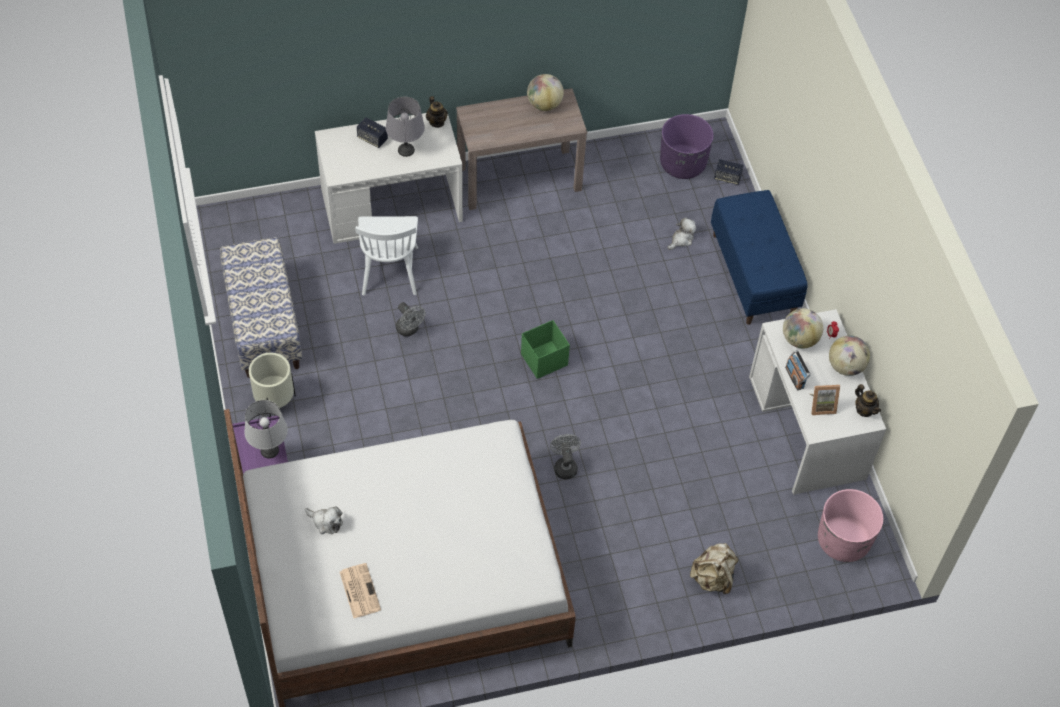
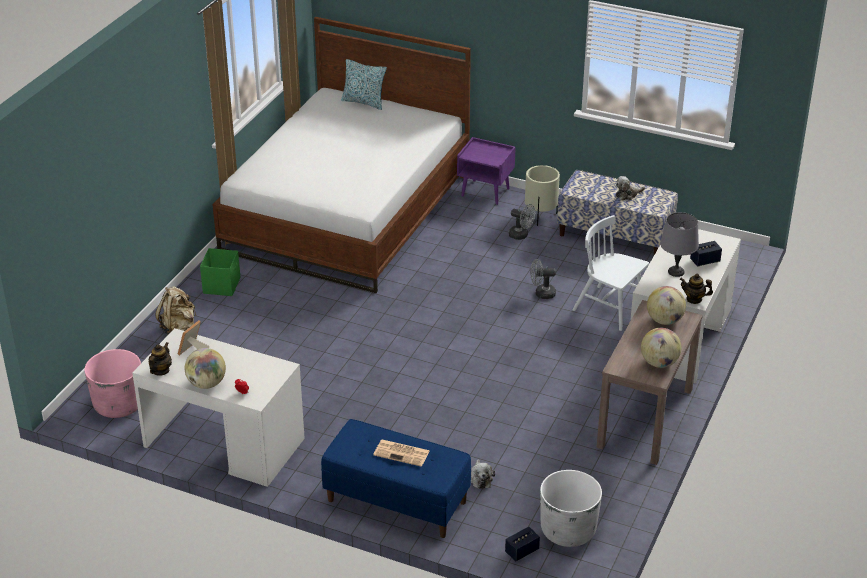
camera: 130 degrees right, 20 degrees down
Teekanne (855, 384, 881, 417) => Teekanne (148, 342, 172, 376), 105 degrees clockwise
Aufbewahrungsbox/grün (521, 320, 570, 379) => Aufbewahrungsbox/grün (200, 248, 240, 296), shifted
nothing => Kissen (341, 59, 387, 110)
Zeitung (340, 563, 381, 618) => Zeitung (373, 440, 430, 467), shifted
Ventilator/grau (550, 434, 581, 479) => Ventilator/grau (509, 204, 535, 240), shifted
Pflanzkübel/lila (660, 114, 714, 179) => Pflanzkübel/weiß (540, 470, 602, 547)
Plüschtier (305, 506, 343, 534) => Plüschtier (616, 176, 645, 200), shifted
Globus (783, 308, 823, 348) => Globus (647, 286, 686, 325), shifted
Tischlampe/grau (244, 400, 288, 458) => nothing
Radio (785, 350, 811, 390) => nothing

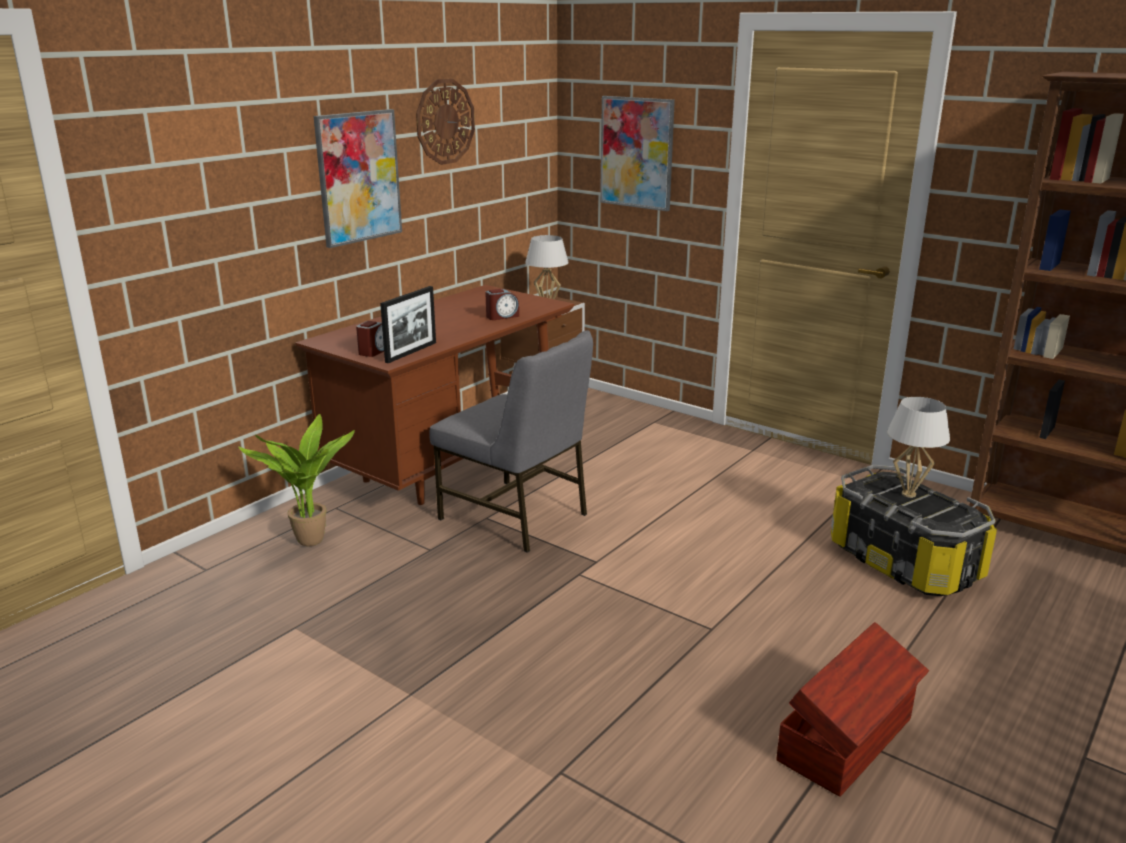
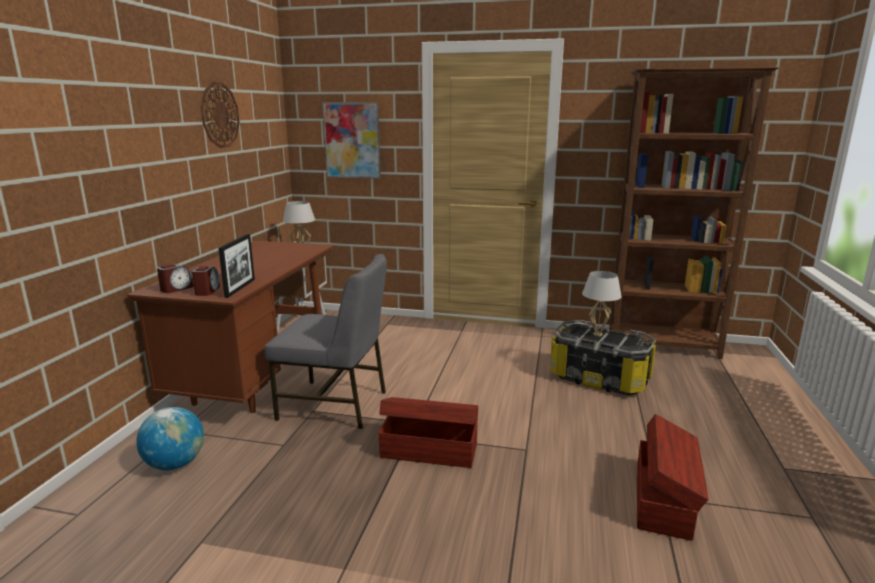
camera: 25 degrees left, 5 degrees down
Topfpflanze (238, 414, 355, 546) => Globus (136, 407, 204, 470)
Wecker (485, 289, 519, 320) => Wecker (157, 264, 194, 293), shifted
nothing => Aufbewahrungsbox/braun (379, 397, 478, 468)
Bild (313, 109, 402, 248) => nothing

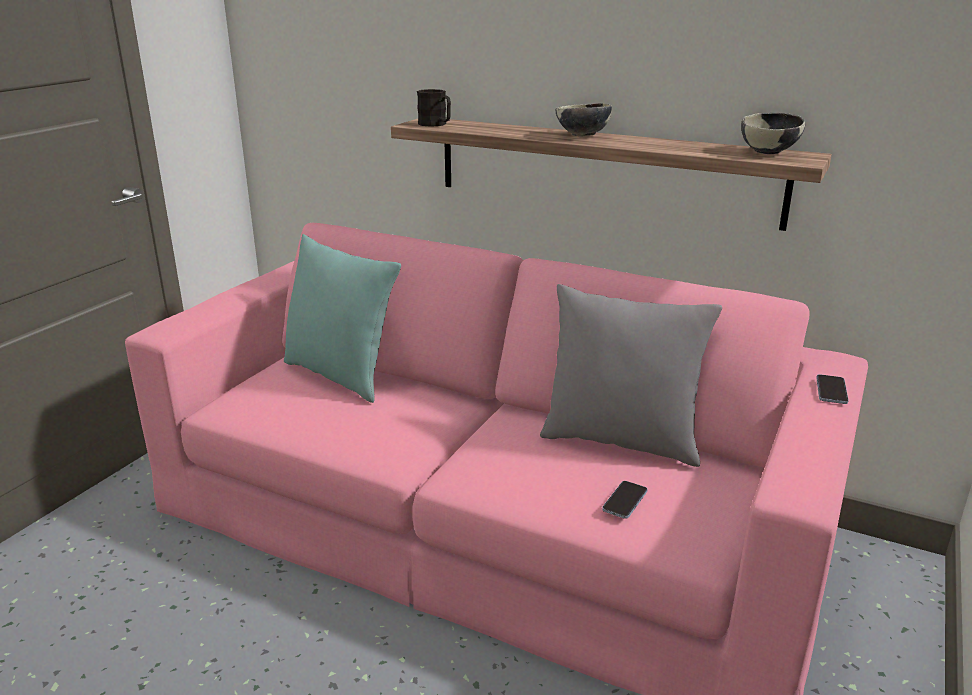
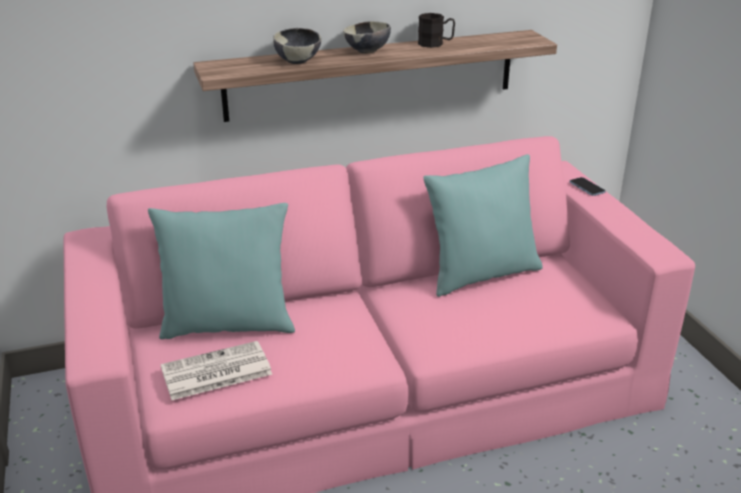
camera: 45 degrees left, 5 degrees up
nothing => Zeitung (161, 341, 272, 400)
Schüssel (741, 113, 805, 154) => Schüssel (273, 28, 321, 64), shifted
Henkelbecher/schwarz (417, 89, 451, 127) => Henkelbecher/schwarz (418, 13, 455, 48), shifted
Kissen/grau (540, 284, 722, 467) => Kissen/türkis (423, 154, 543, 297)
Handy (602, 481, 647, 519) => nothing

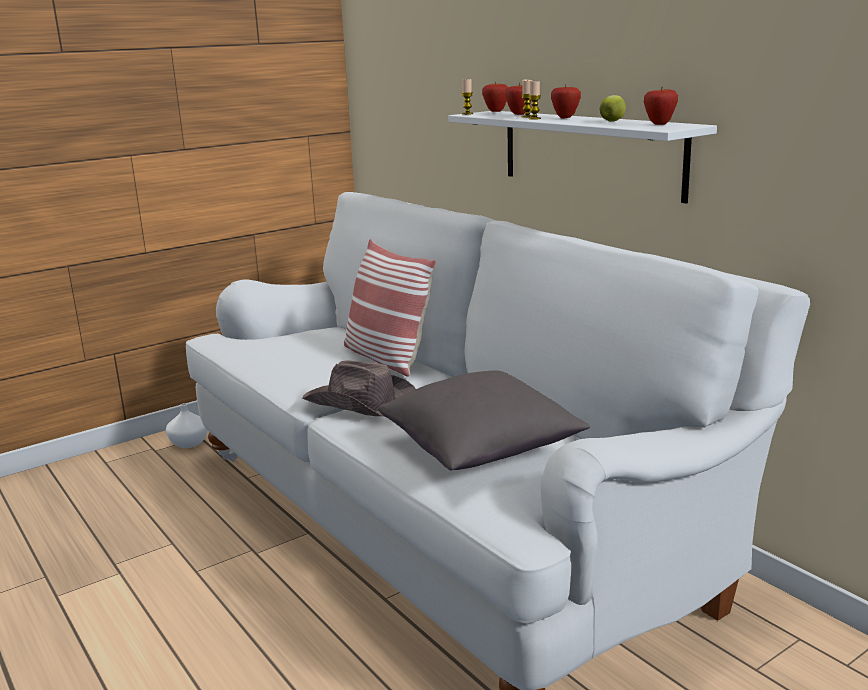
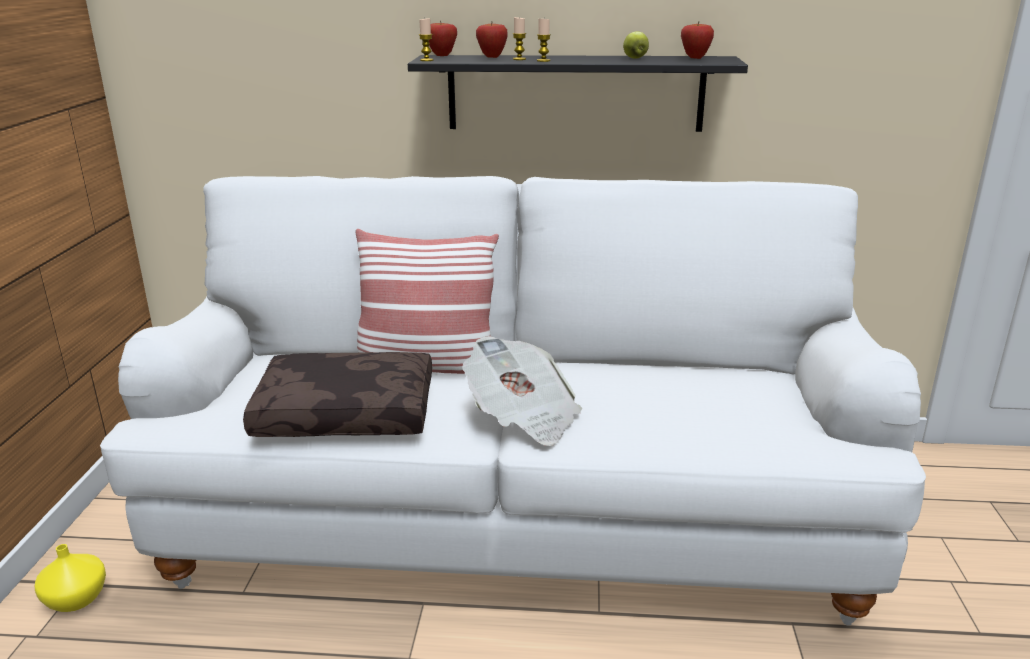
camera: 50 degrees left, 5 degrees up
Vase/weiß (166, 403, 208, 448) => Vase/gelb (35, 544, 106, 612)
nothing => Kissen/braun (243, 352, 432, 437)
Wandregal/weiß (448, 111, 717, 203) => Wandregal/schwarz (408, 55, 748, 132)
Hut/braun (302, 360, 416, 417) => Zeitung (462, 336, 582, 446)
Kissen/grau (379, 370, 590, 471) => nothing
Apfel (551, 84, 581, 119) => nothing

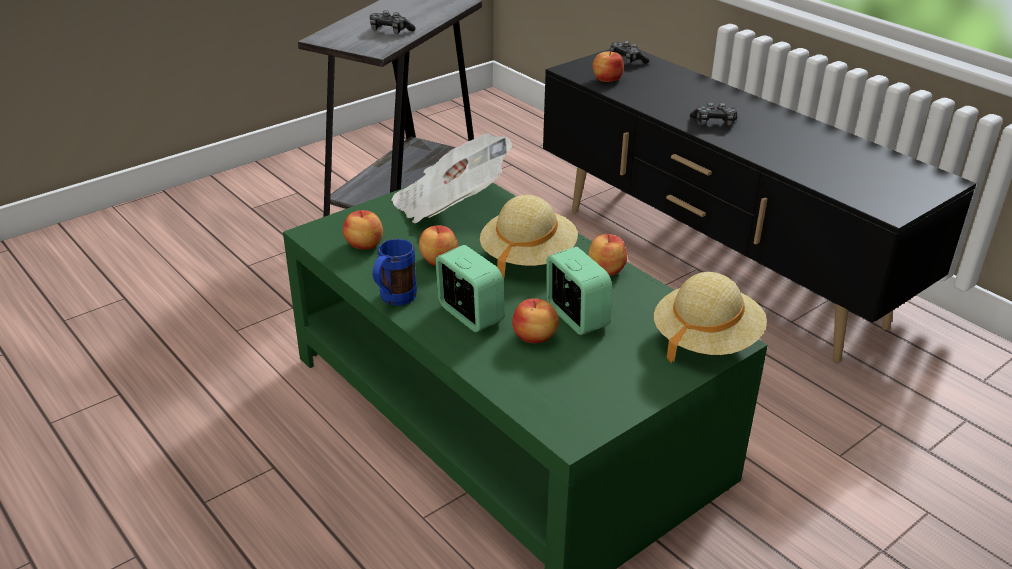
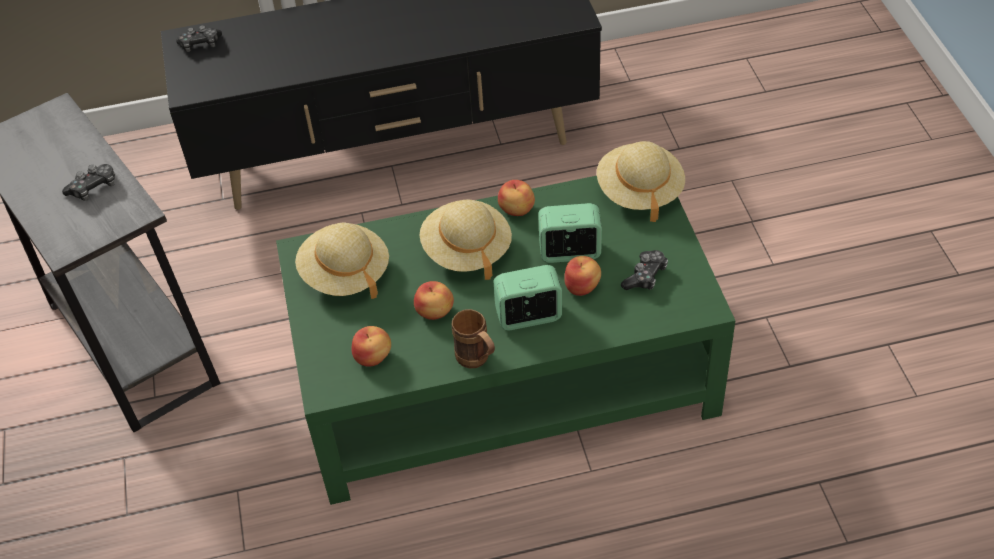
camera: 60 degrees left, 15 degrees up
Zeitung (391, 133, 513, 223) => Hut/beige (295, 222, 389, 299)
Henkelbecher/blau (372, 239, 417, 305) => Henkelbecher/braun (452, 309, 495, 369)
Gamepad (690, 102, 737, 126) => Gamepad (621, 250, 668, 290), shifted
Apfel (592, 50, 624, 82) => nothing

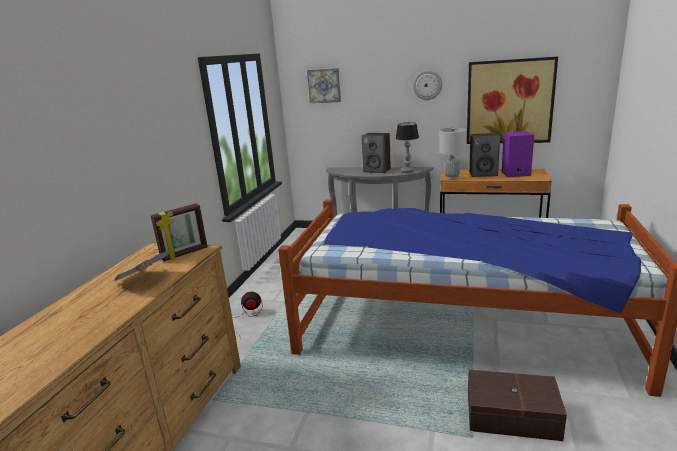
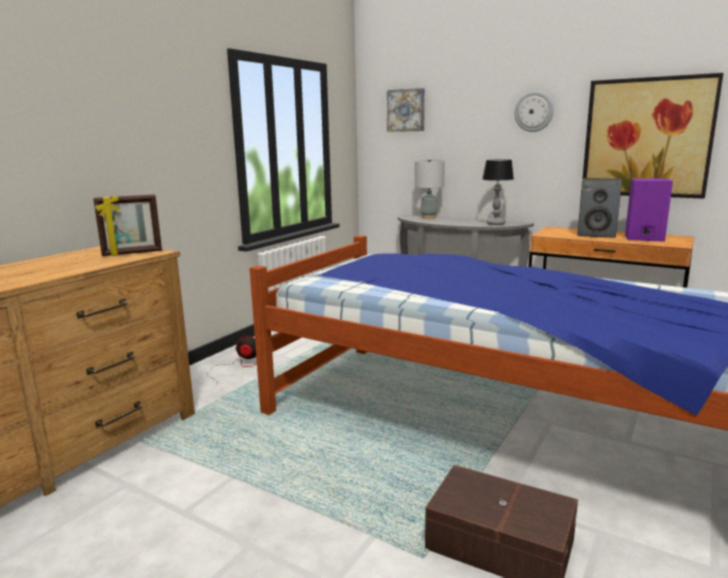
camera: 15 degrees right, 5 degrees down
Tischlampe/grau (439, 128, 467, 180) => Tischlampe/grau (415, 159, 445, 219), shifted
Zeitung (114, 251, 169, 281) => nothing
Lautsprecher (361, 133, 391, 173) => nothing

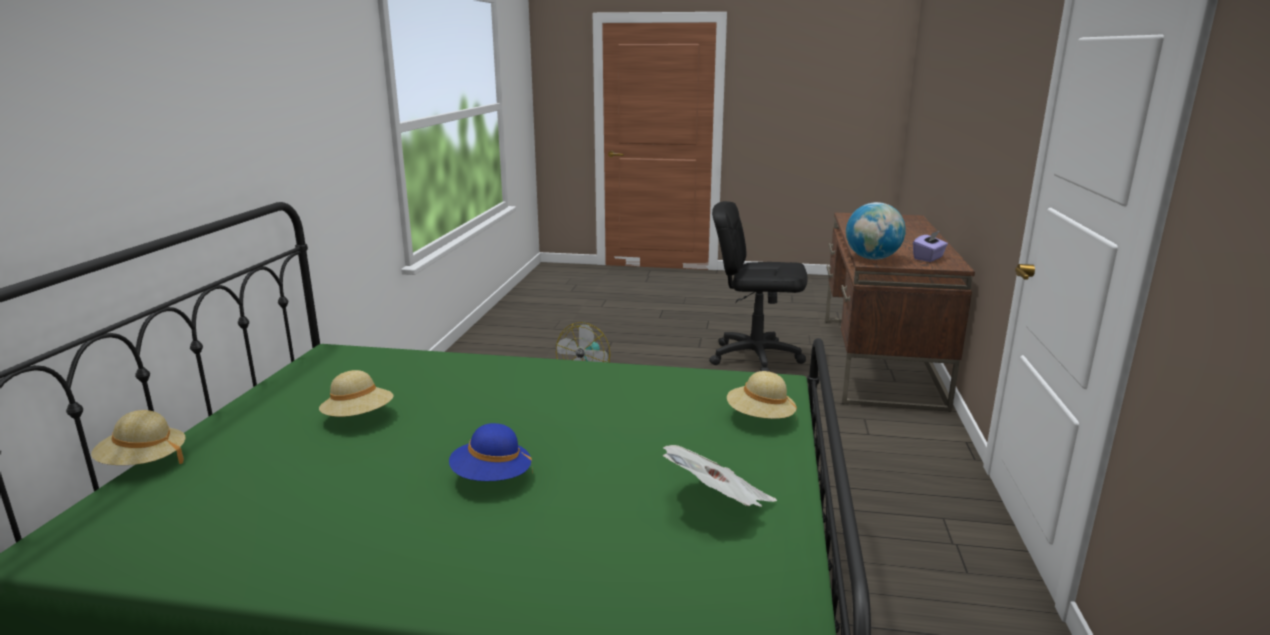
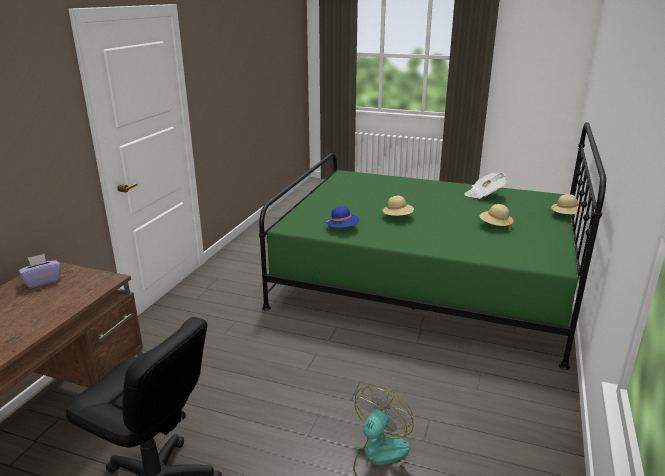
camera: 170 degrees left, 5 degrees up
Hut/blau (449, 423, 533, 481) => Hut/blau (326, 206, 359, 228), shifted
Hut/beige (727, 371, 797, 419) => Hut/beige (382, 196, 414, 216), shifted
Zeitung (663, 445, 777, 507) => Zeitung (464, 172, 506, 199), shifted
Globus (846, 202, 906, 260) => nothing

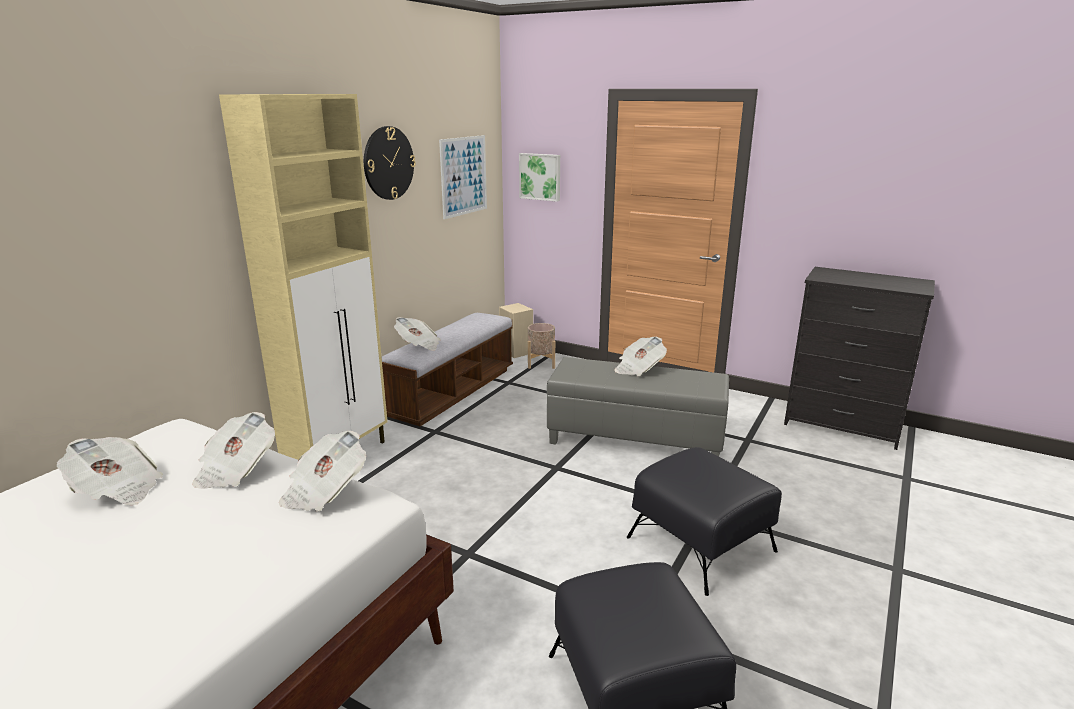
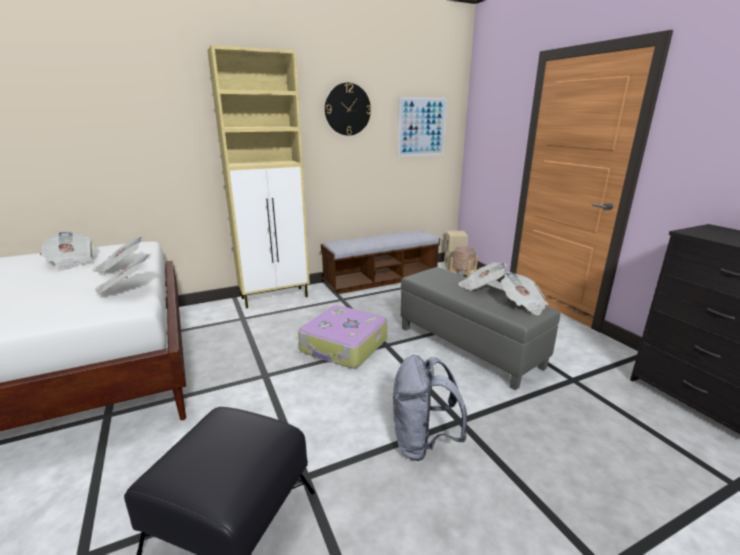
camera: 35 degrees right, 0 degrees up
nothing => Koffer (298, 305, 387, 368)
Polsterhocker/schwarz (627, 447, 782, 596) => Rucksack/grau (393, 355, 467, 461)
Zeitung (394, 317, 441, 351) => Zeitung (501, 272, 548, 315), shifted
Bild (519, 153, 560, 202) => nothing

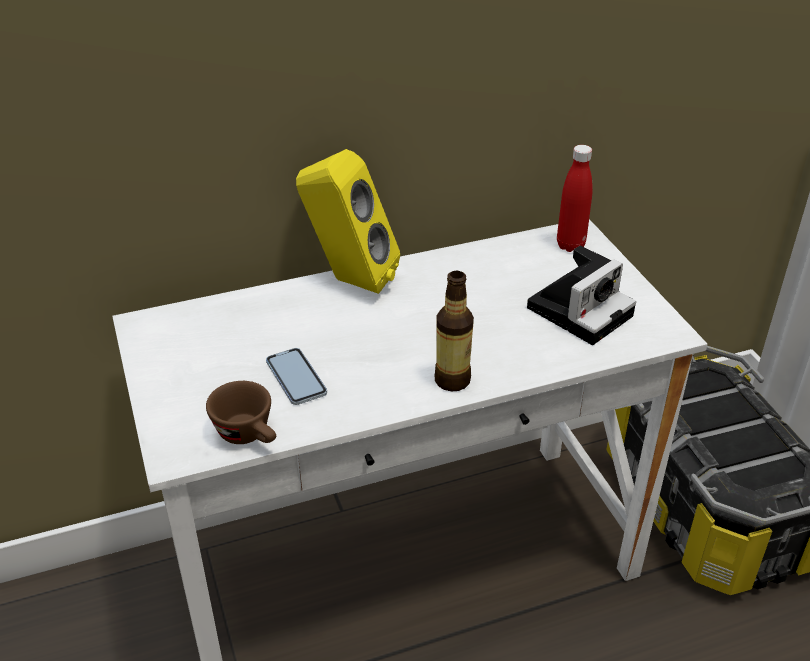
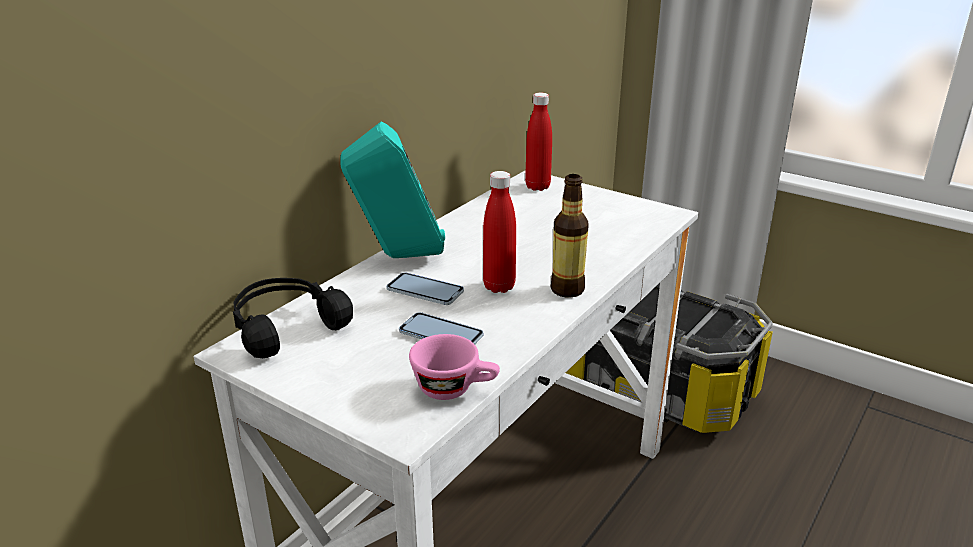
camera: 35 degrees left, 10 degrees down
nothing => Kopfhörer/schwarz (233, 278, 353, 358)
Lautsprecher/gelb (296, 149, 400, 294) => Lautsprecher/türkis (340, 122, 445, 258)
nothing => Handy (386, 272, 464, 305)
Tasse/braun (206, 381, 276, 444) => Tasse/rosa (409, 334, 500, 400)
nothing => Flasche/rot (483, 171, 516, 293)
Kamera (527, 246, 636, 345) => nothing

